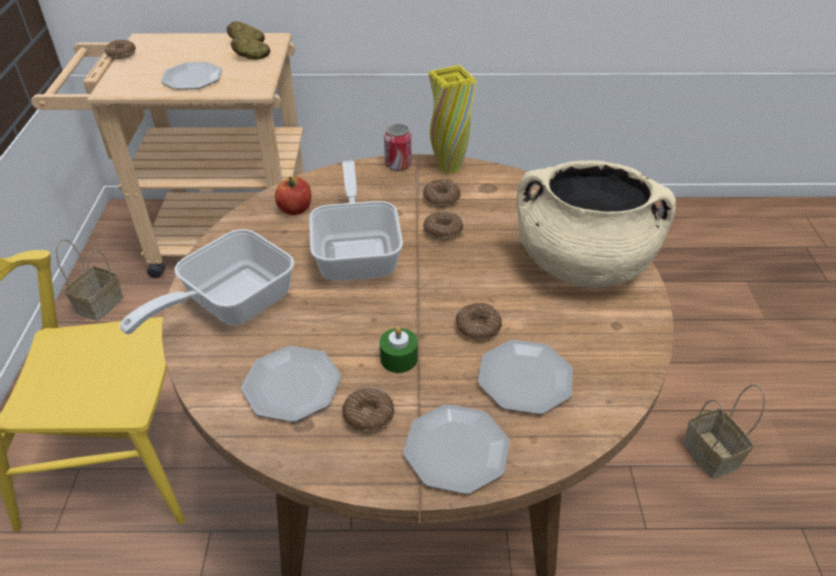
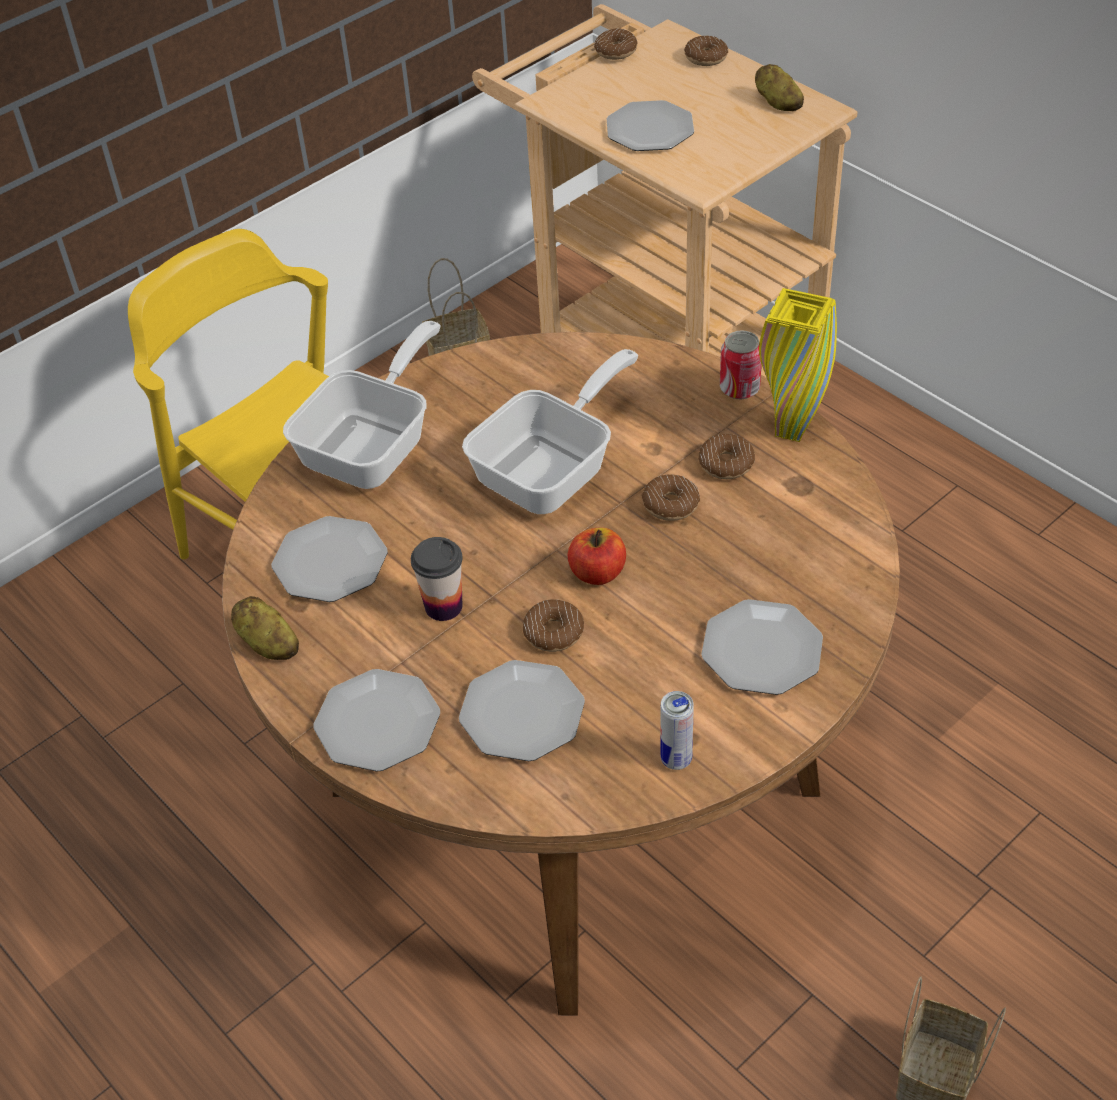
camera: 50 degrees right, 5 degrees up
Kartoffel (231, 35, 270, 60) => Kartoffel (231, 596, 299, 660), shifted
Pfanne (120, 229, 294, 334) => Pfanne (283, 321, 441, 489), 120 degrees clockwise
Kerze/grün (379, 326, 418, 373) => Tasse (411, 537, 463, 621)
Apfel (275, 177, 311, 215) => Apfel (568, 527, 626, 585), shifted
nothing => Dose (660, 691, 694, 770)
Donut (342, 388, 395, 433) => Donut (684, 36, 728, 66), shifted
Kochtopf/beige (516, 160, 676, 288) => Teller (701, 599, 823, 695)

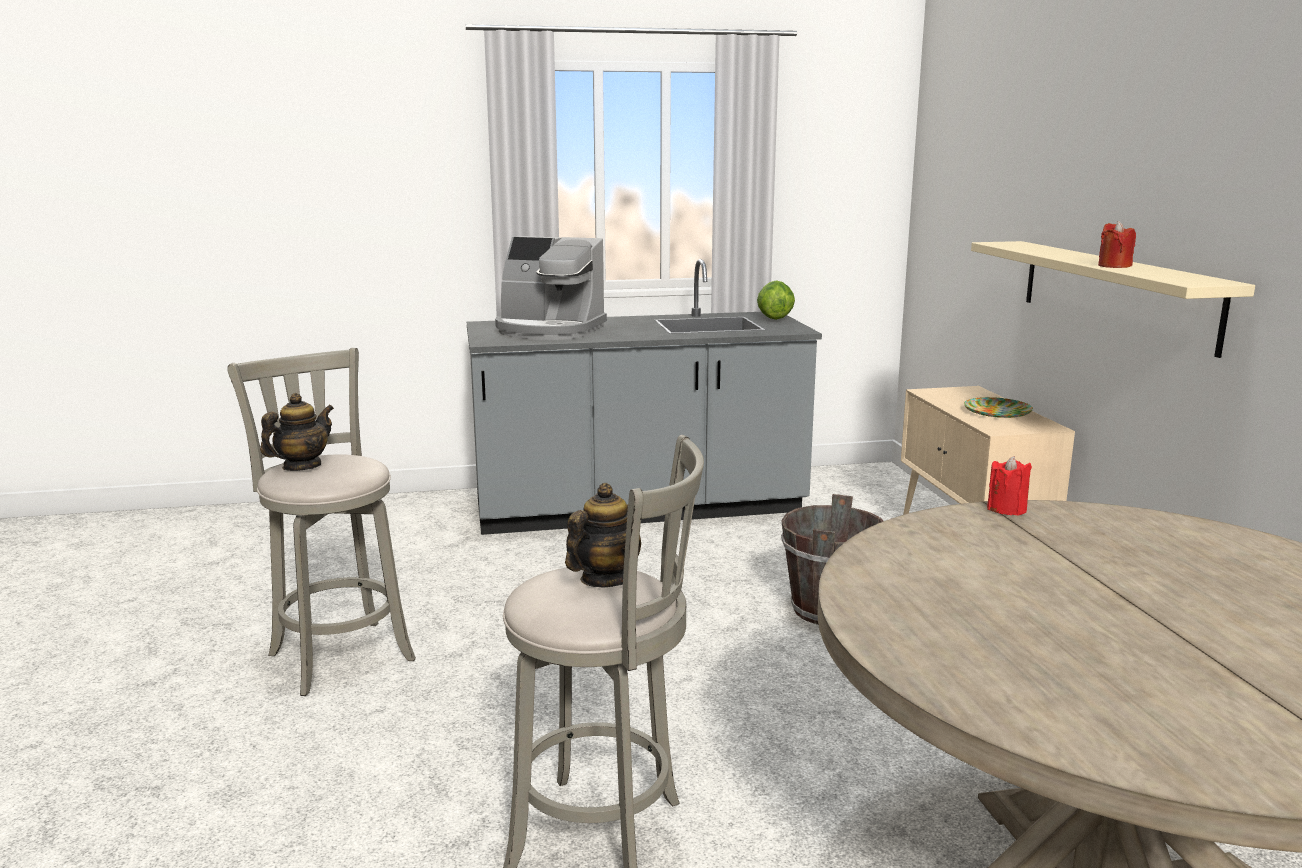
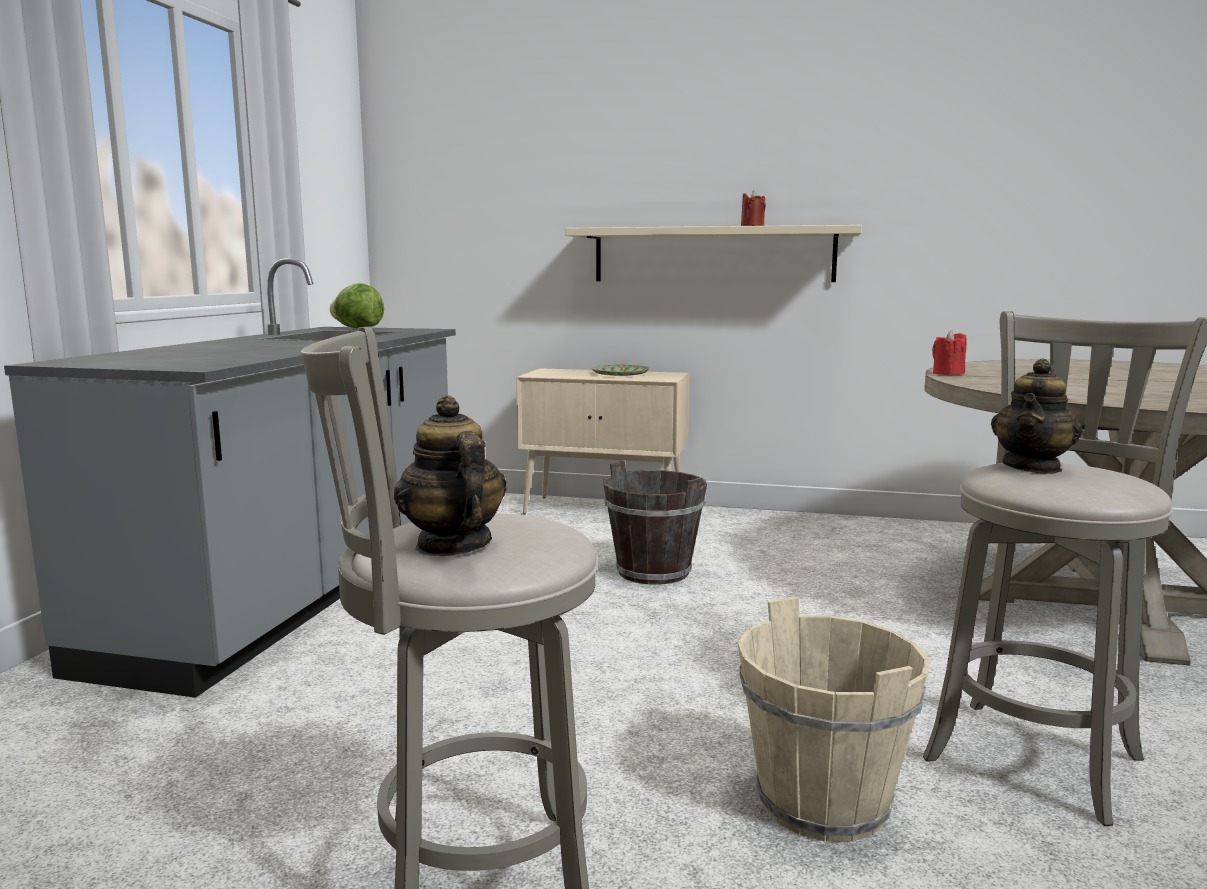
camera: 65 degrees left, 5 degrees down
nothing => Eimer/beige (738, 597, 930, 842)
Teekanne (565, 483, 641, 588) => Teekanne (991, 358, 1082, 474), 120 degrees counterclockwise
Kaffeemaschine (495, 236, 607, 340) => nothing

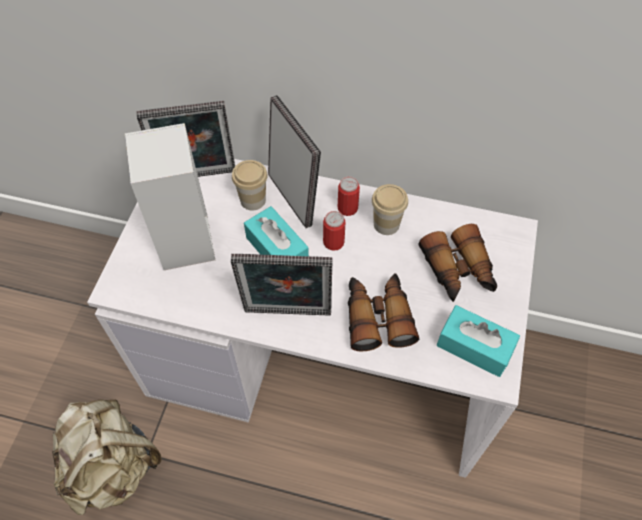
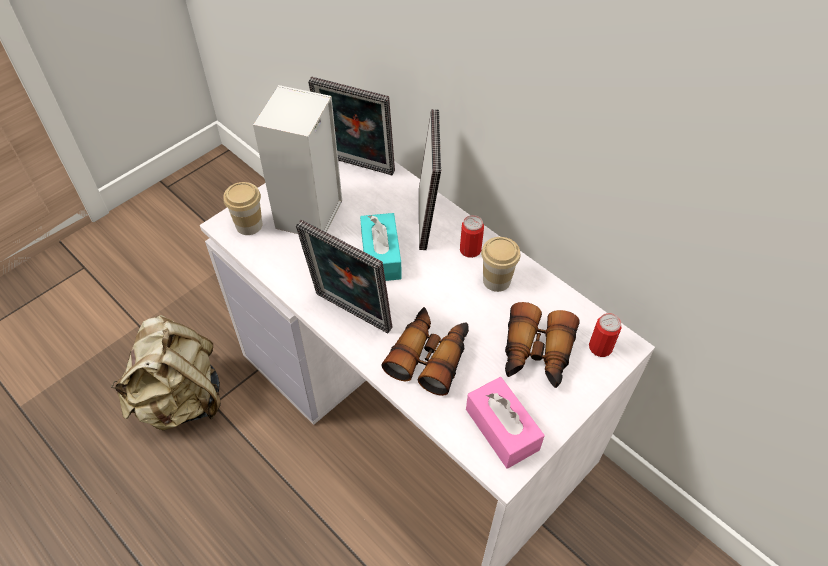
camera: 30 degrees right, 5 degrees down
Tasse (232, 160, 268, 210) => Tasse (223, 182, 262, 235), shifted
Taschentuchbox/türkis (437, 305, 520, 377) => Taschentuchbox/rosa (466, 377, 545, 469)
Dose (323, 211, 345, 251) => Dose (589, 313, 622, 357), shifted

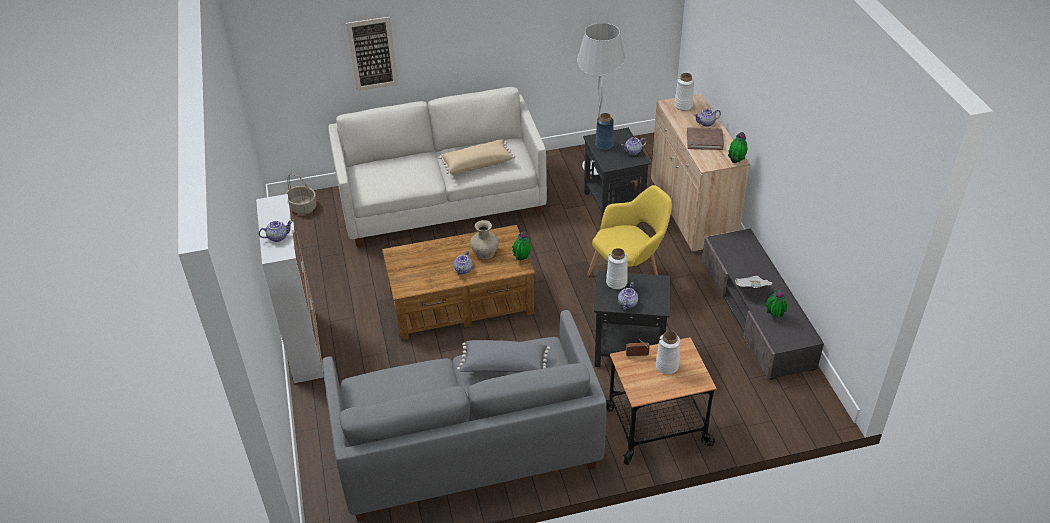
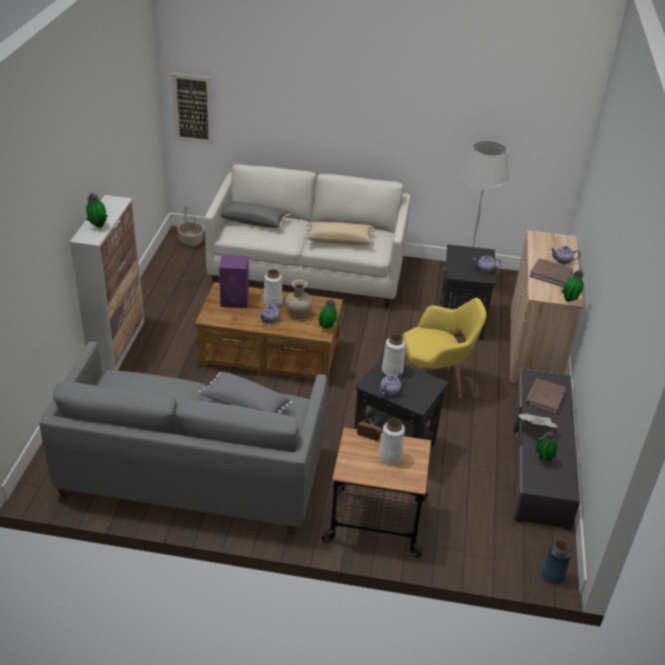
camera: 20 degrees right, 5 degrees down
Teekanne (259, 221, 293, 242) => Topfpflanze (86, 193, 108, 228)
Bild (346, 17, 398, 91) => Bild (171, 73, 213, 144), shifted
nothing => Lautsprecher/lila (219, 255, 249, 308)
nothing => Kissen/grau (221, 201, 290, 228)
Vase/weiß (674, 73, 694, 111) => Vase/weiß (263, 269, 283, 307), shifted
nothing => Buch/braun (525, 378, 566, 414)
Vase/blau (595, 113, 614, 150) => Vase/blau (541, 540, 572, 584), shifted

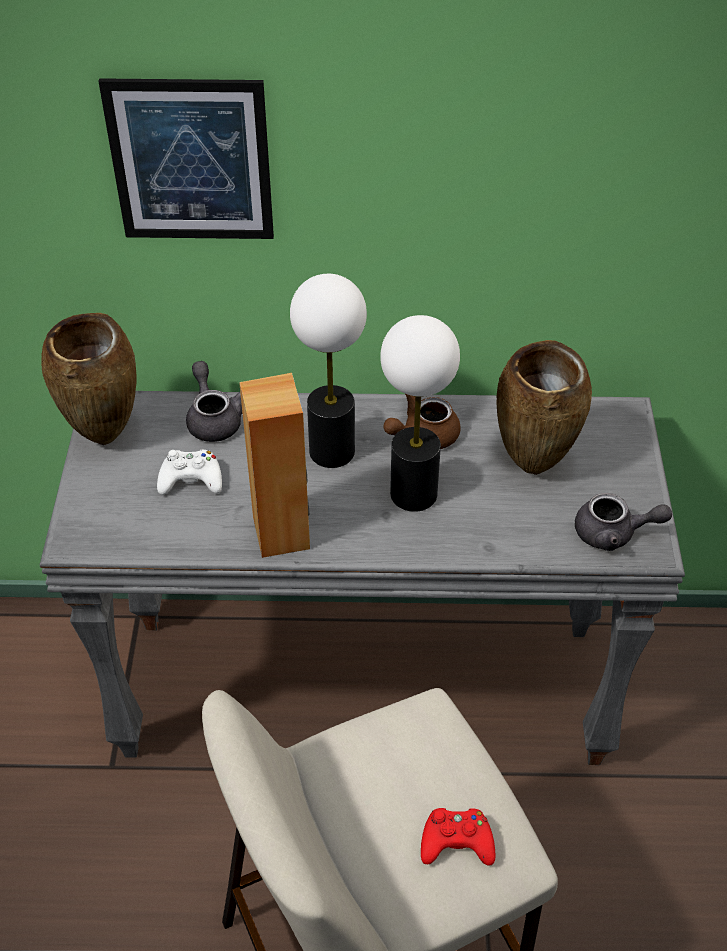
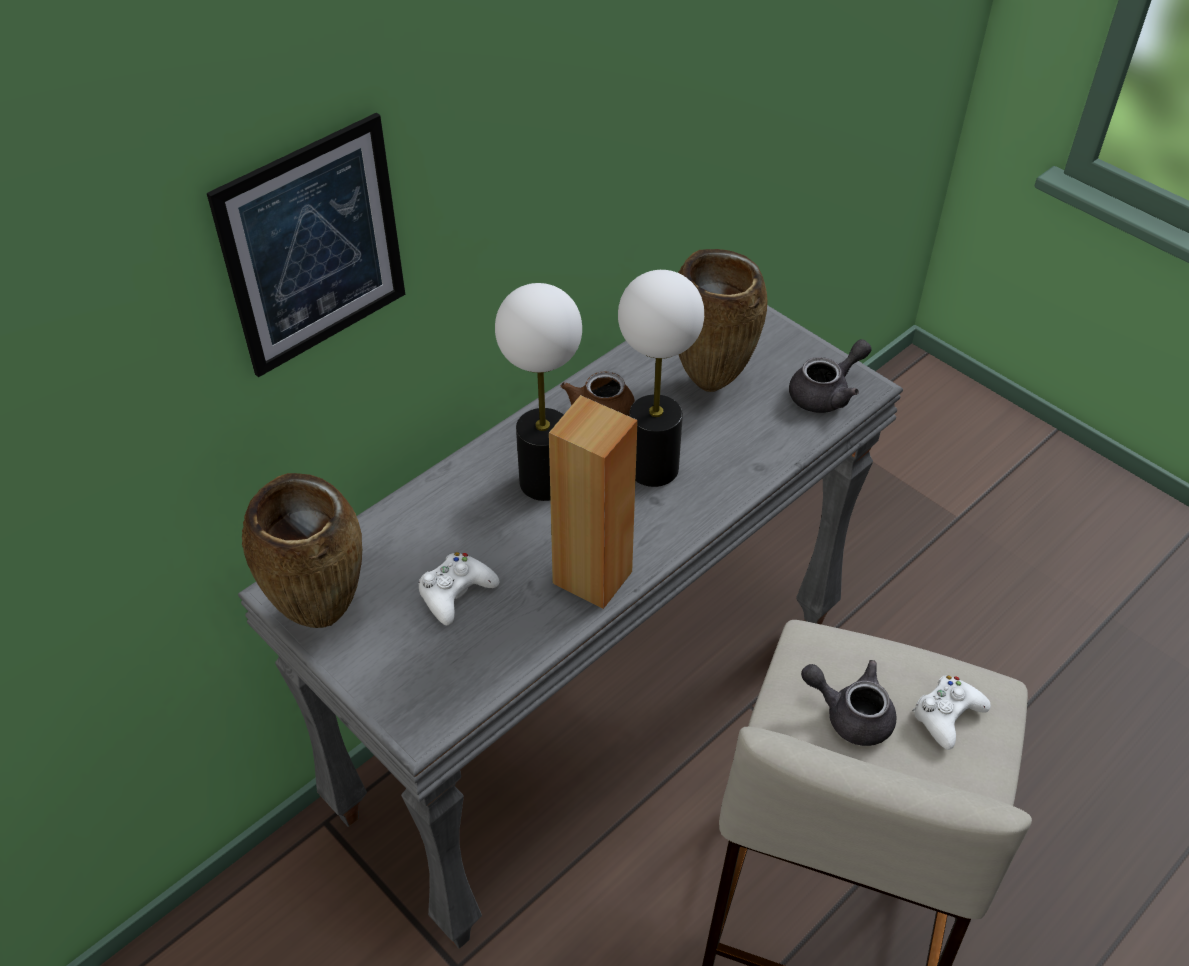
camera: 45 degrees left, 0 degrees up
Teekanne/grau (186, 361, 242, 442) => Teekanne/grau (801, 660, 896, 746), shifted
Gamepad/rot (421, 808, 496, 865) => Gamepad/weiß (912, 675, 991, 750)

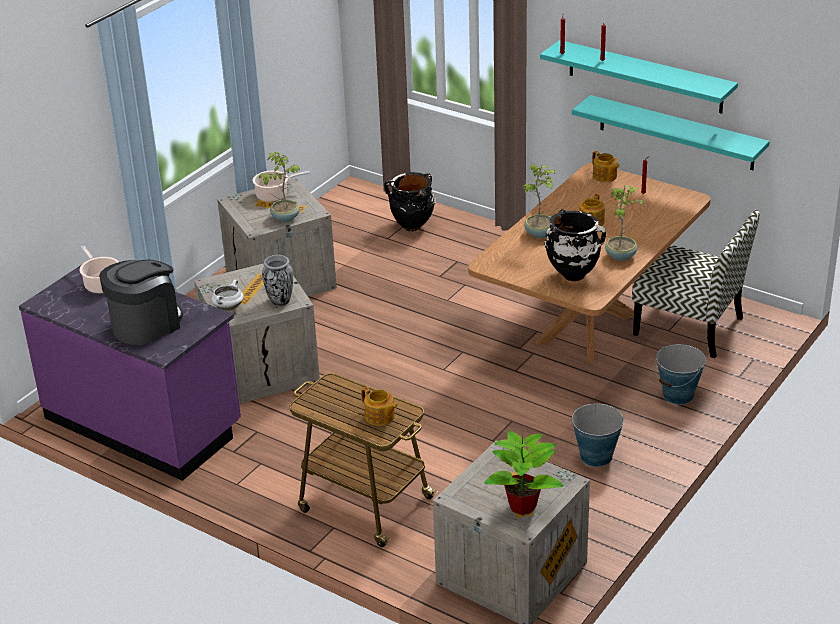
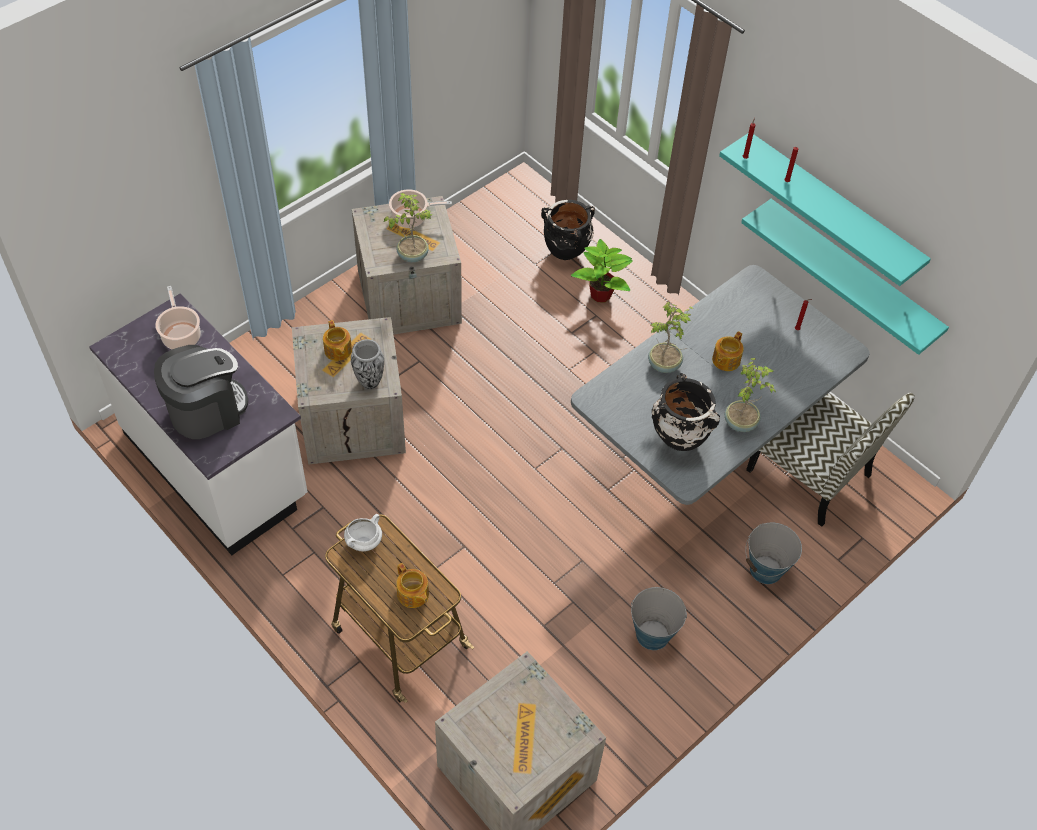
camera: 10 degrees right, 20 degrees up
Küchenzeile/lila (19, 259, 241, 481) => Küchenzeile/weiß (89, 294, 308, 555)
Teekanne (592, 151, 620, 182) => Teekanne (323, 320, 352, 361), shifted
Kochtopf/weiß (211, 280, 244, 311) => Kochtopf/weiß (344, 514, 382, 552), shifted
Topfpflanze (484, 431, 564, 515) => Topfpflanze (571, 239, 633, 302), shifted
Esstisch/braun (468, 163, 711, 364) => Esstisch/grau (571, 265, 870, 505)

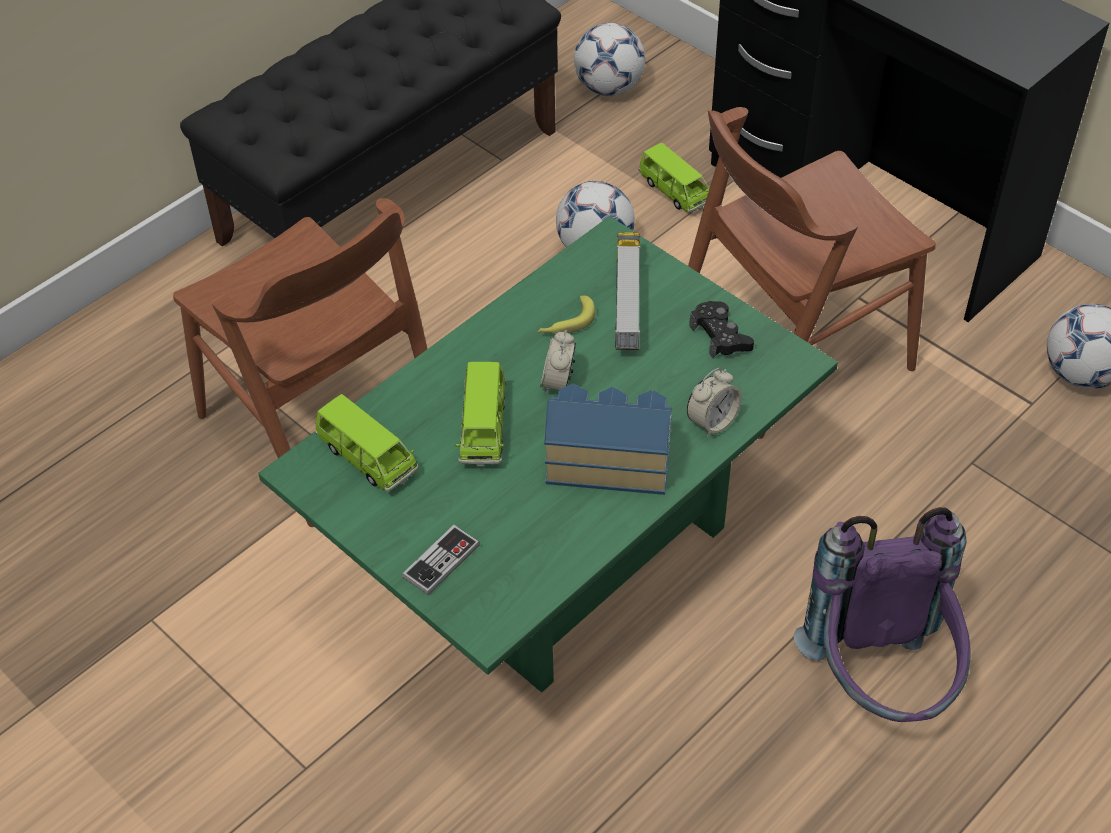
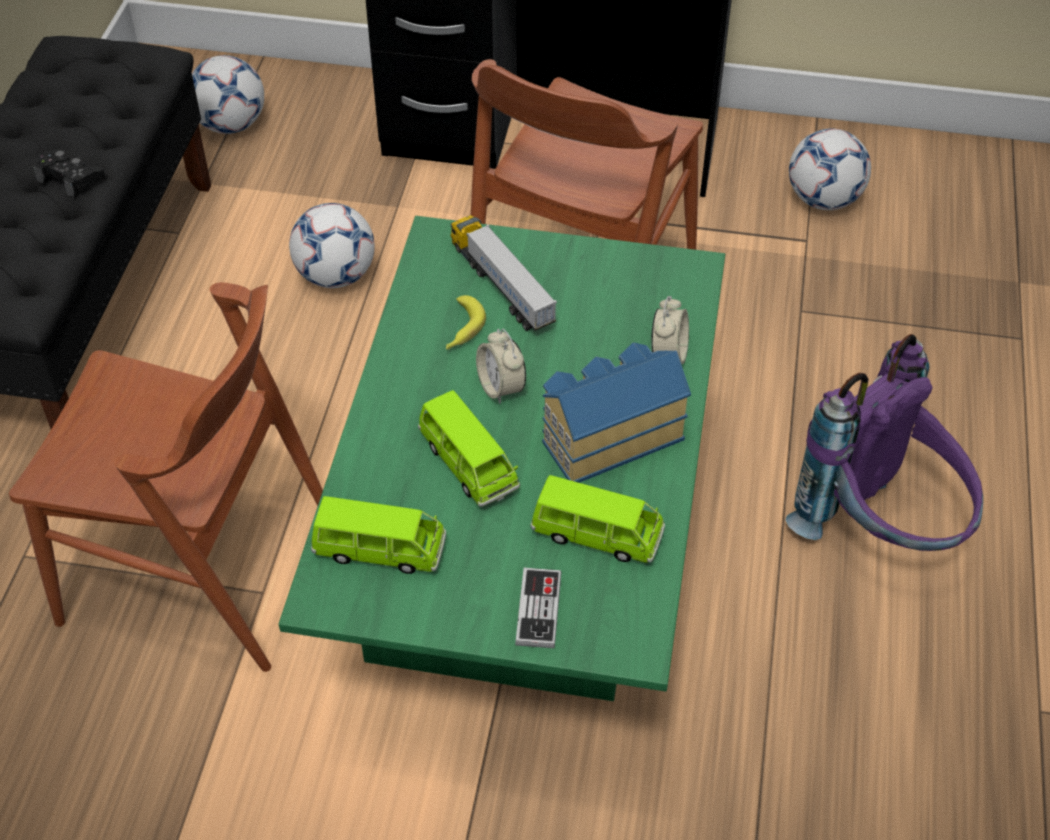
camera: 35 degrees left, 0 degrees up
Gamepad/schwarz (689, 301, 754, 358) => Gamepad/schwarz (33, 149, 105, 197), shifted
Spielzeugauto/grün (639, 143, 710, 213) => Spielzeugauto/grün (531, 475, 665, 563), shifted

